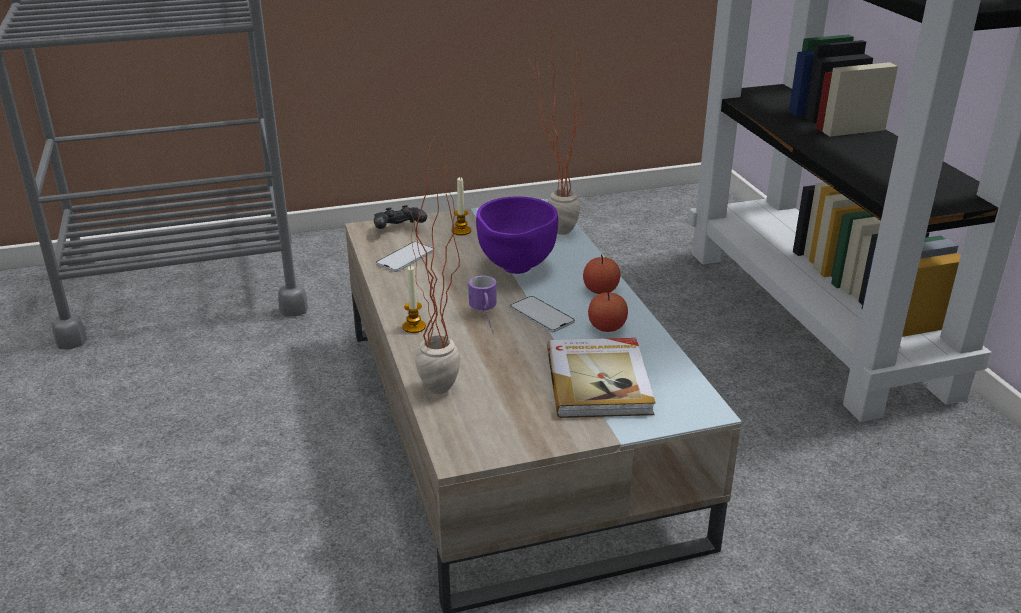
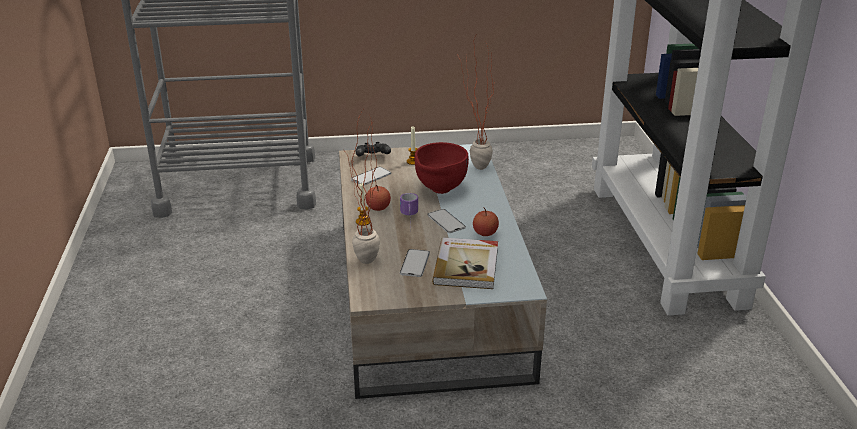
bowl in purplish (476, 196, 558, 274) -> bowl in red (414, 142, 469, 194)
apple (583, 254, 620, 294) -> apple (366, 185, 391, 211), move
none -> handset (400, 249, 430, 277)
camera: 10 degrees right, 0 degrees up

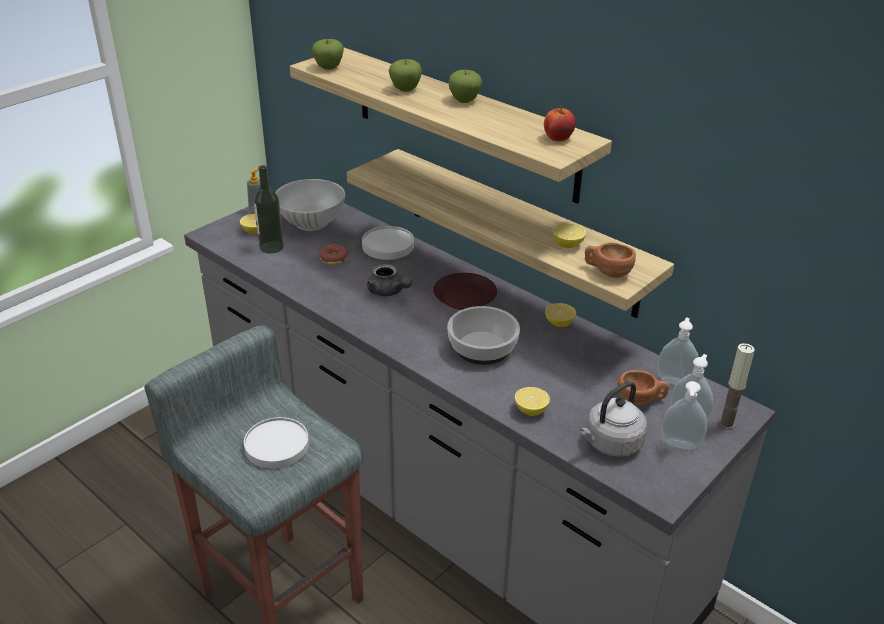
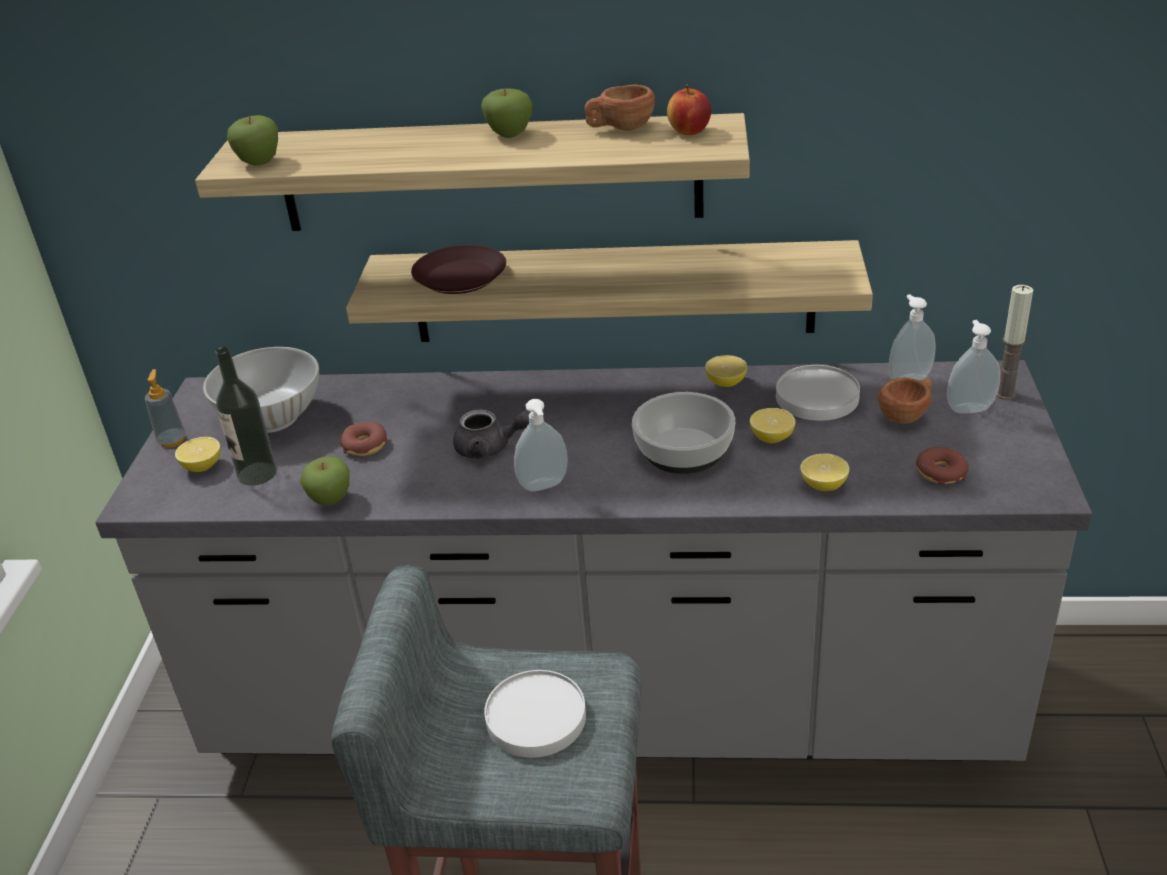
apple (389, 59, 422, 92) -> apple (300, 456, 350, 505), move
lemon (553, 223, 586, 248) -> lemon (750, 408, 796, 443), move
dinner plate in white (362, 226, 414, 260) -> dinner plate in white (776, 365, 860, 421), move
cup in brownish (585, 242, 636, 278) -> cup in brownish (584, 85, 655, 131), move
dinner plate in brownish (433, 273, 497, 310) -> dinner plate in brownish (411, 245, 506, 294), move
water kettle in greyish (580, 381, 647, 457) -> doughnut (916, 447, 969, 484)
liquid soap bottle (661, 381, 707, 449) -> liquid soap bottle (514, 399, 568, 491), move
camera: 35 degrees left, 0 degrees up

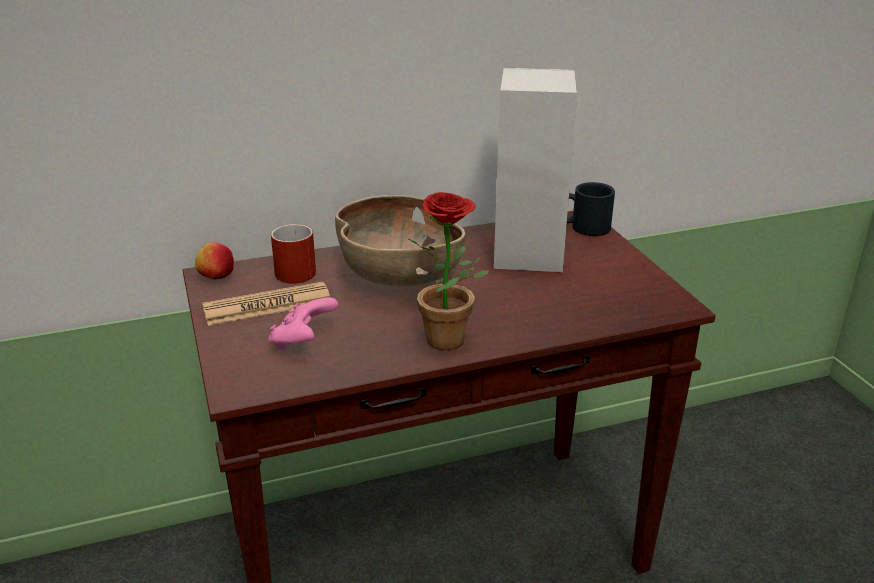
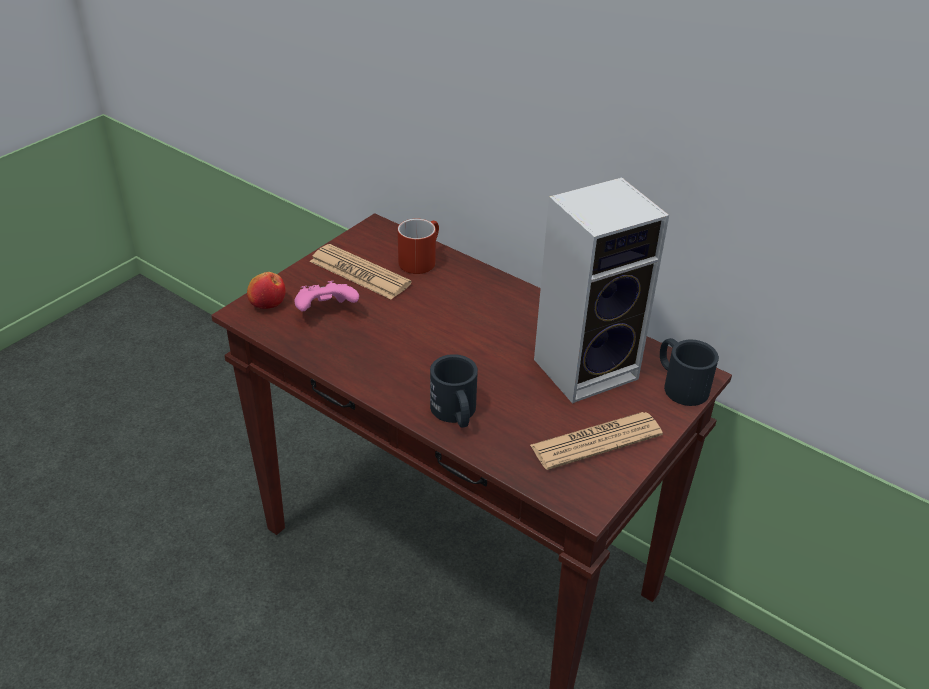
potted plant (409, 192, 489, 351) -> none
bowl in brownish (335, 195, 466, 287) -> none
apple (195, 242, 234, 279) -> apple (247, 272, 286, 309), move
none -> tea mug in black-coloured (430, 354, 478, 428)
none -> printed paper (530, 412, 663, 470)
camera: 55 degrees right, 10 degrees up

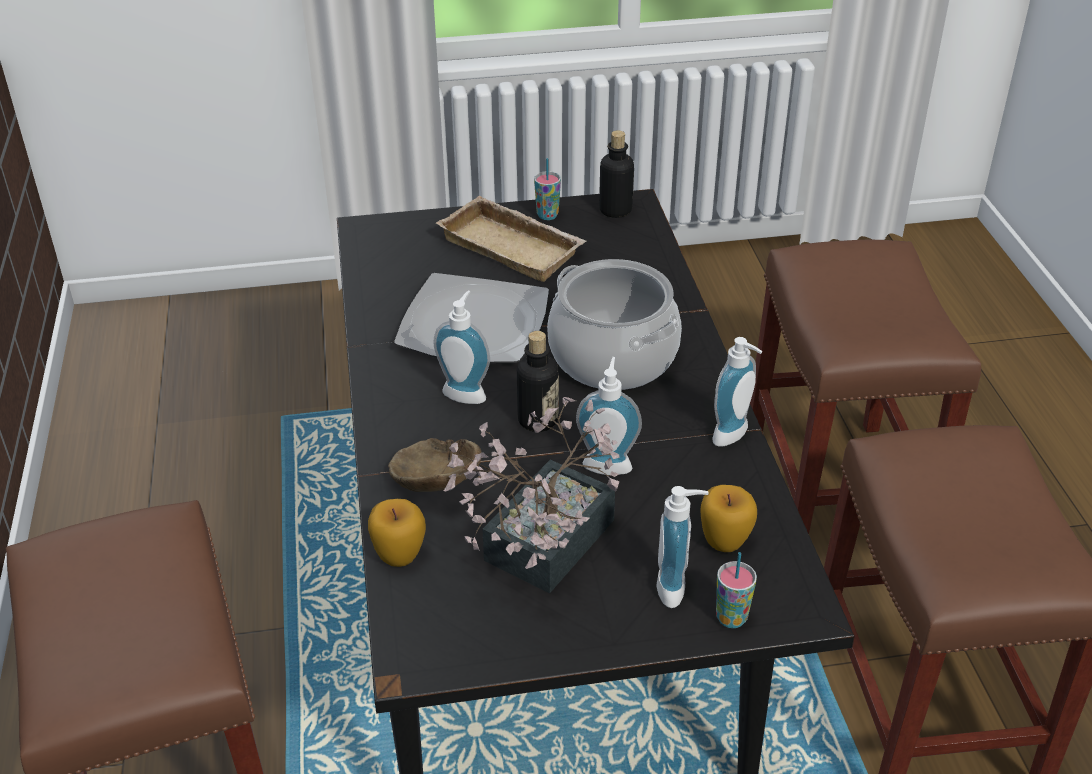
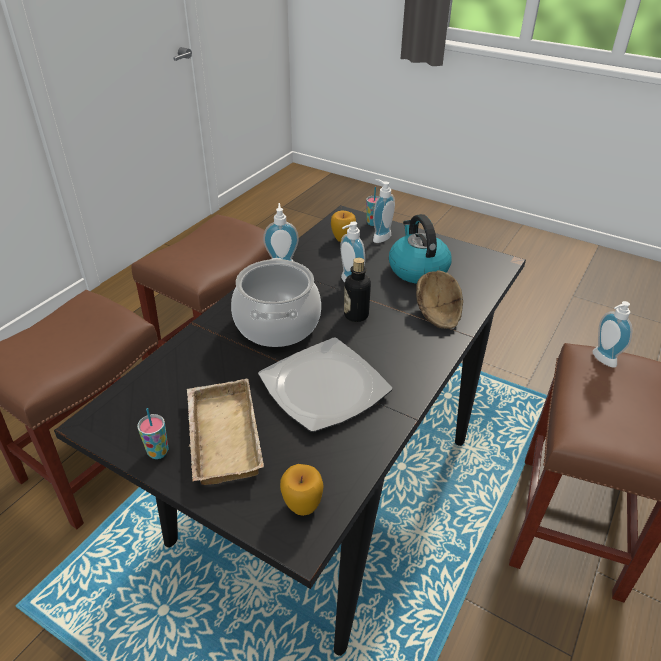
drink bottle (599, 130, 634, 218) -> none
liquid soap bottle (433, 291, 490, 404) -> liquid soap bottle (593, 301, 633, 368), move
potted plant (444, 397, 620, 594) -> water kettle (389, 214, 452, 284)
apple (368, 499, 426, 567) -> apple (280, 464, 323, 516), move
camera: 140 degrees left, 0 degrees up

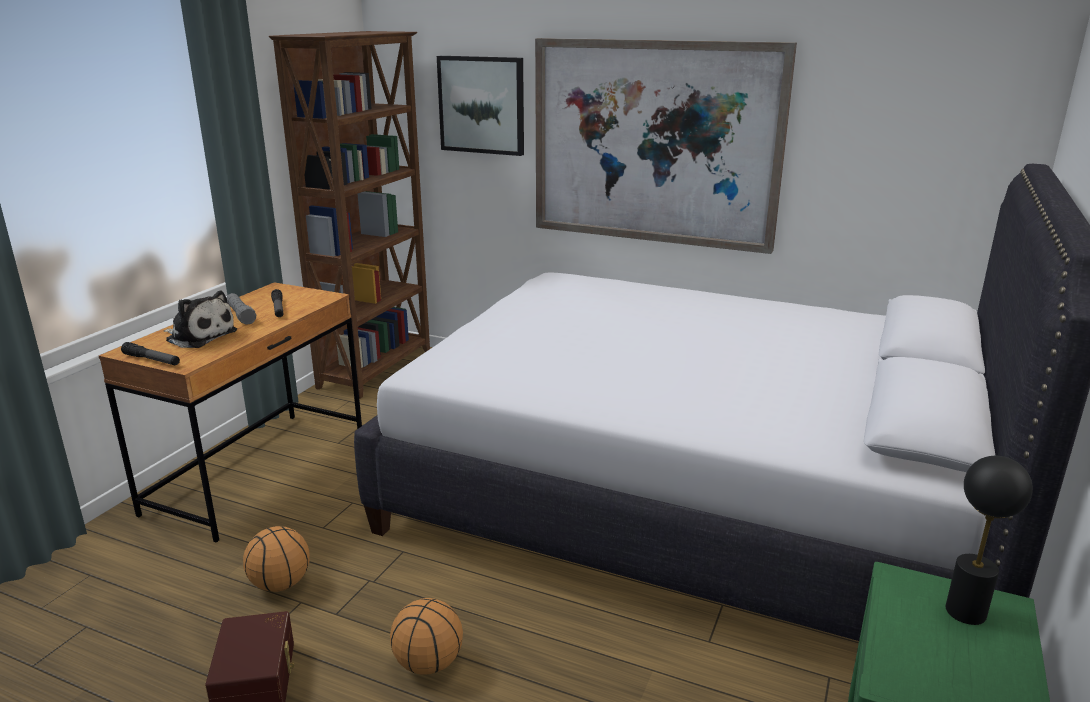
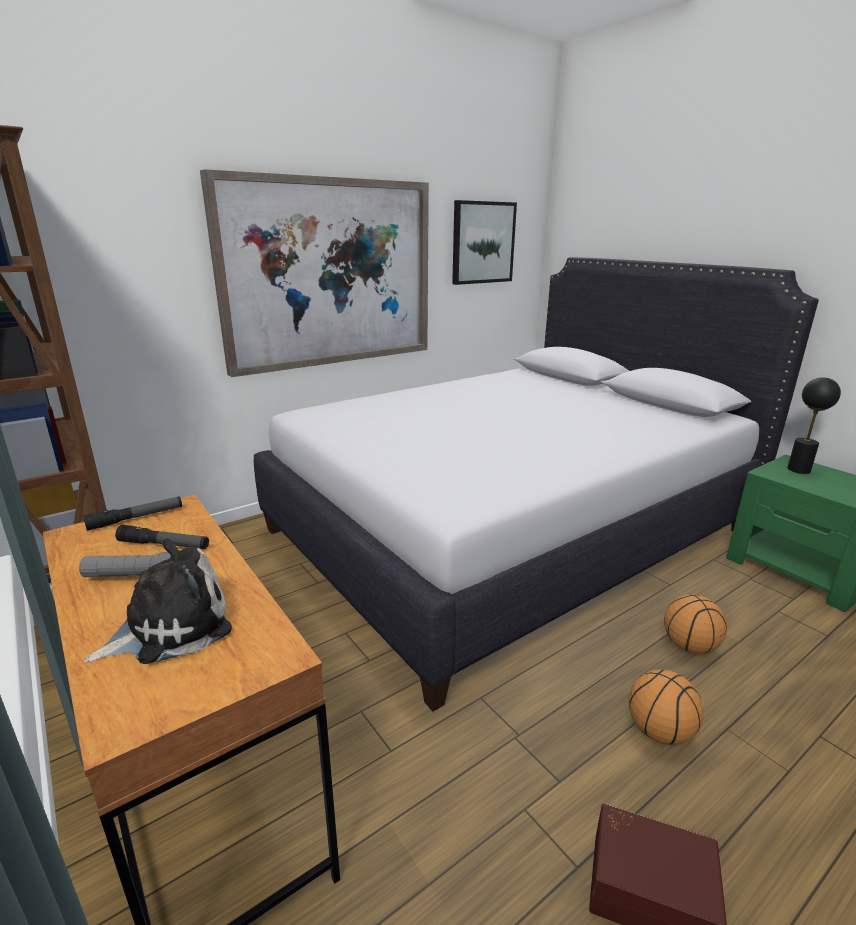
wall art (437, 56, 524, 156) -> wall art (452, 200, 517, 285), move
flashlight (121, 342, 180, 365) -> flashlight (83, 496, 182, 531), move
basketball (243, 526, 310, 592) -> basketball (664, 594, 727, 654), move
camera: 60 degrees left, 0 degrees up

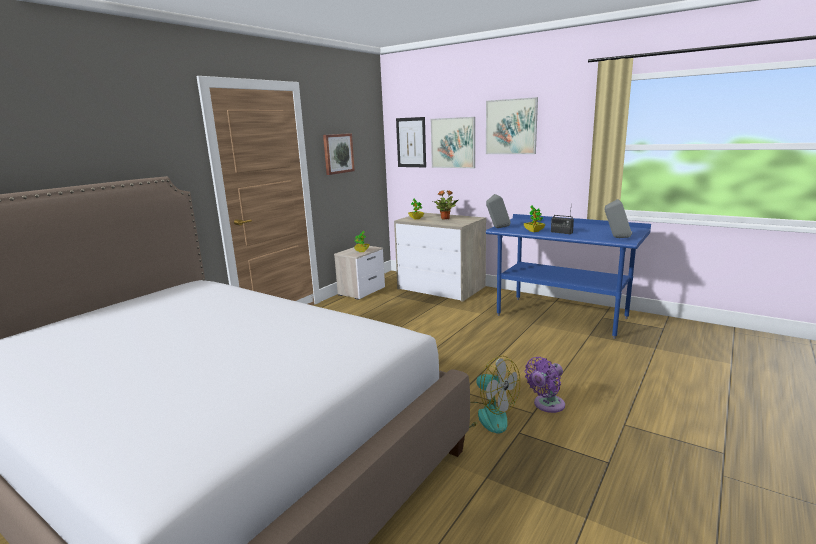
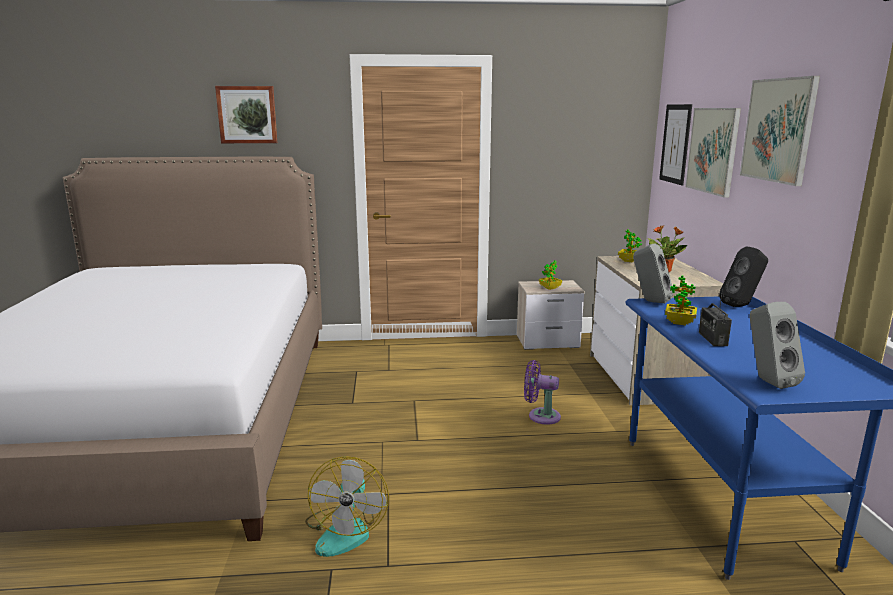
wall art (323, 133, 355, 175) -> wall art (215, 86, 277, 143), move
cooling fan in purplish (525, 357, 565, 413) -> cooling fan in purplish (524, 360, 561, 425), move
none -> loudspeaker in black-coloured (719, 246, 768, 307)
camera: 50 degrees right, 0 degrees up

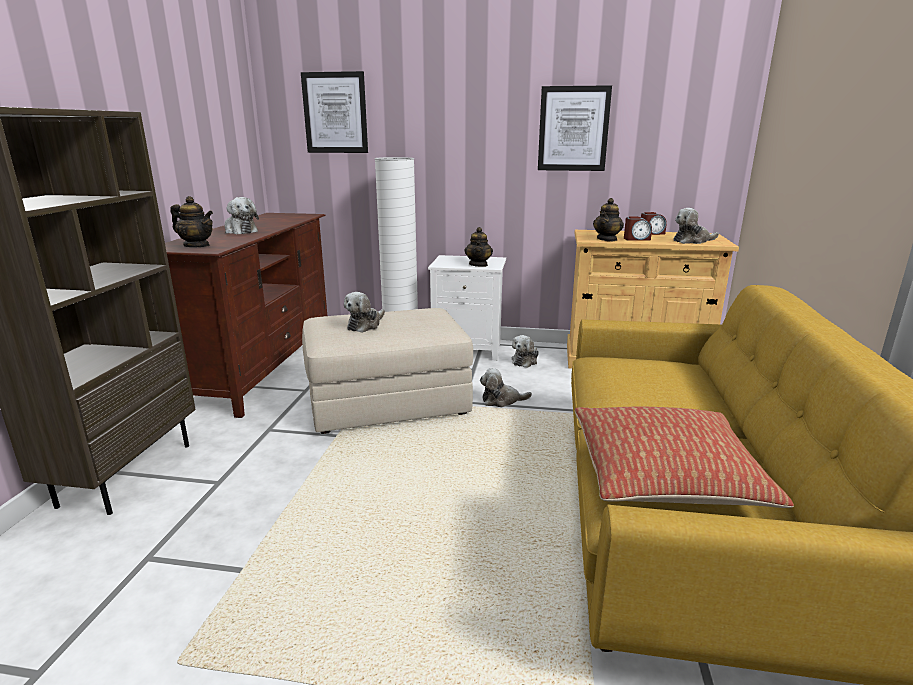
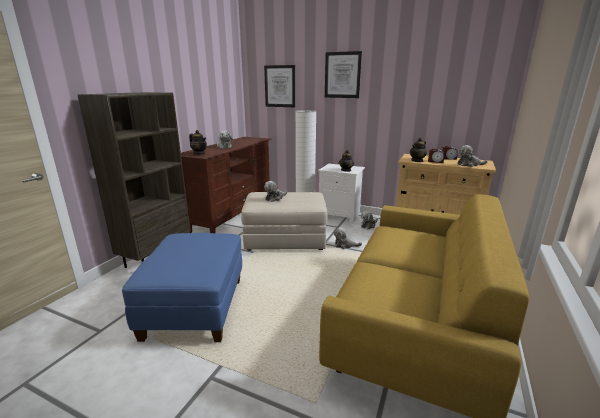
wall art (538, 85, 612, 171) -> wall art (325, 51, 362, 98), move
throw pillow (575, 407, 794, 508) -> none
none -> pouffe in blue-coloured (122, 233, 242, 342)
camera: 15 degrees right, 0 degrees up

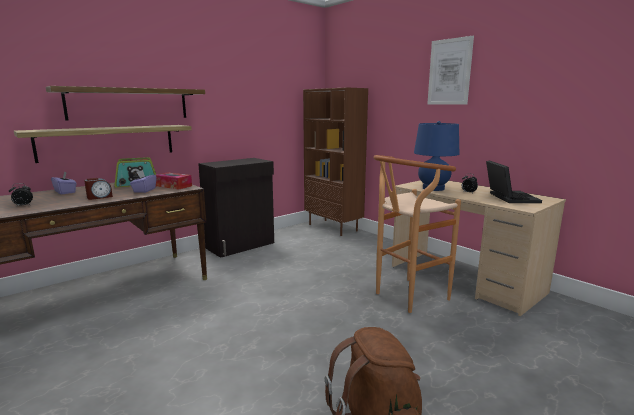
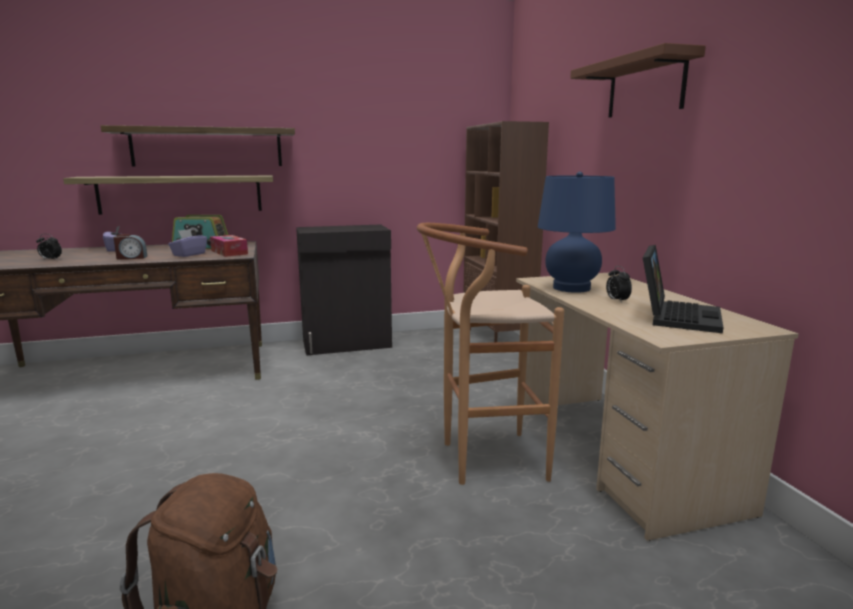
wall art (427, 36, 474, 105) -> shelf in brownish (570, 43, 706, 118)
camera: 25 degrees right, 0 degrees up

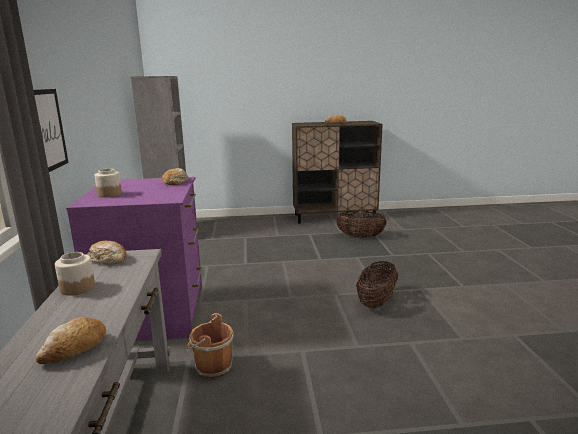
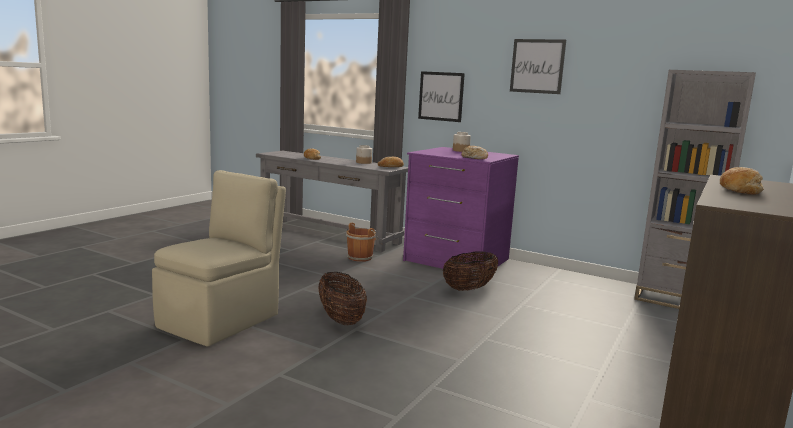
storage basket (336, 211, 387, 237) -> storage basket (443, 252, 498, 291), move
none -> wall art (510, 39, 566, 94)
none -> chair in beige-coloured (152, 170, 286, 346)
camera: 125 degrees right, 5 degrees down

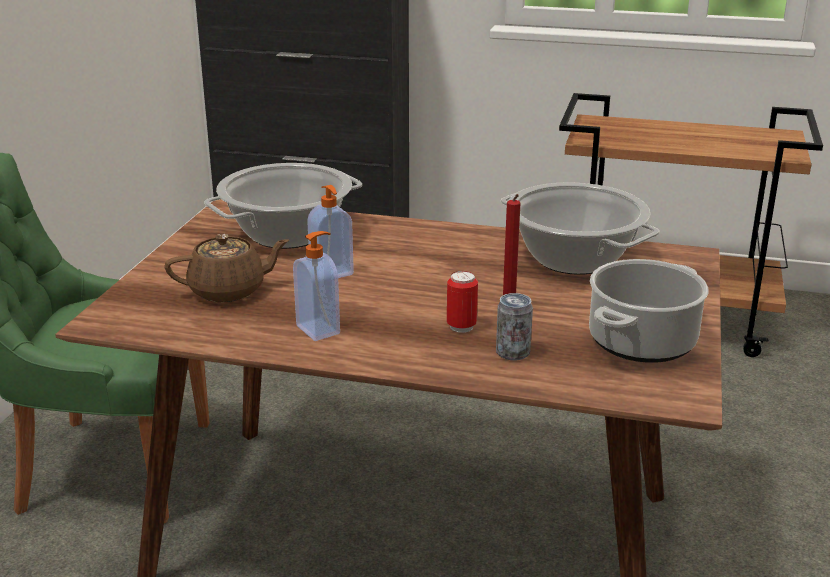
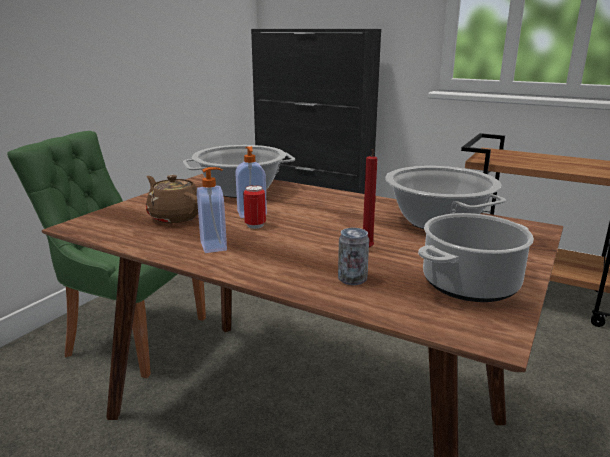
pot for tea in brownish (164, 234, 289, 302) -> pot for tea in brownish (146, 175, 198, 224), 135 degrees counterclockwise
can (447, 271, 478, 333) -> can (243, 185, 266, 229), move
camera: 15 degrees right, 5 degrees down

